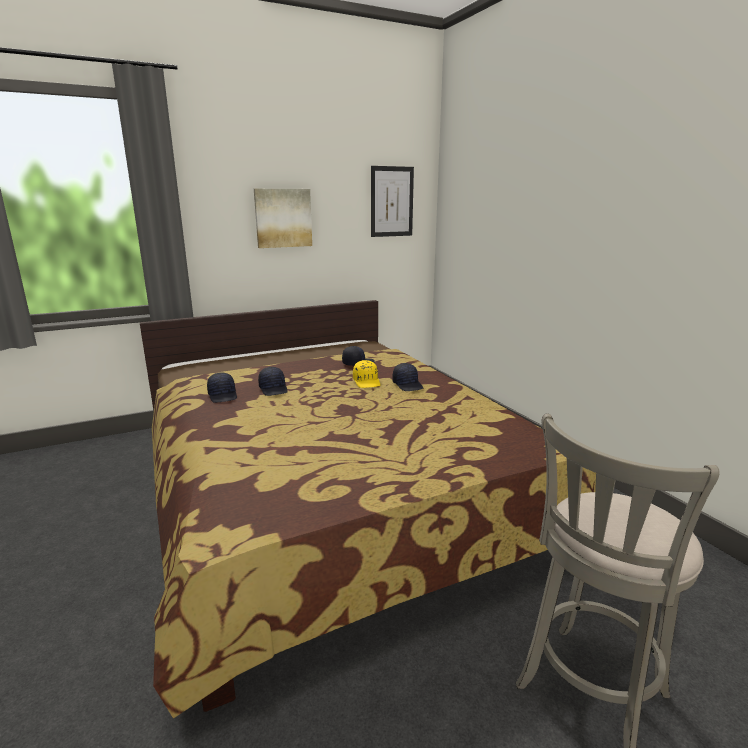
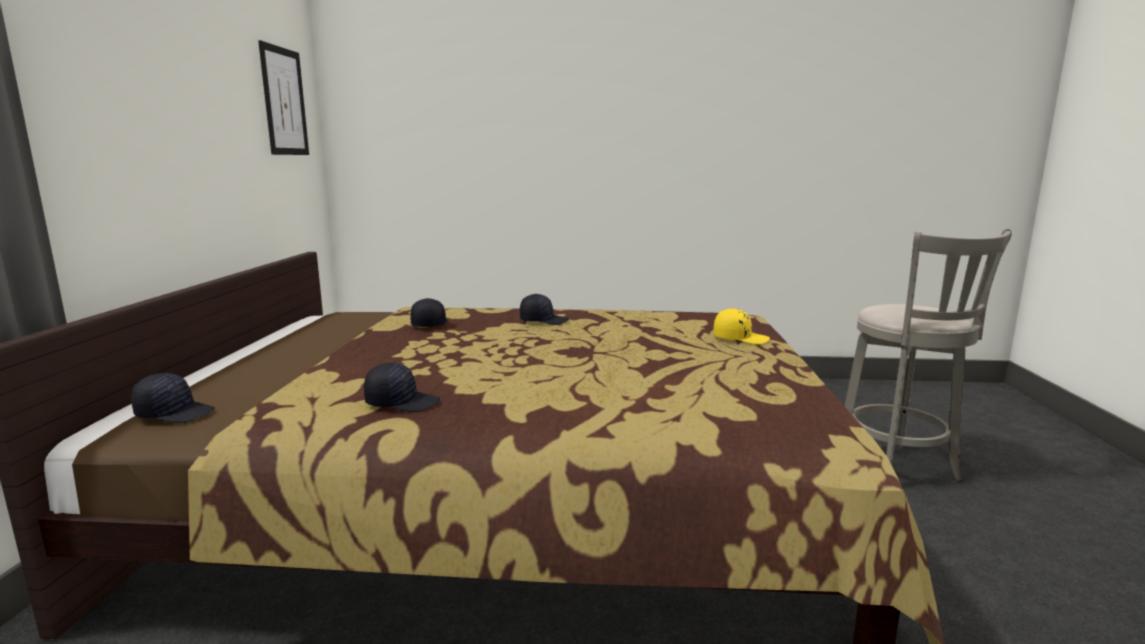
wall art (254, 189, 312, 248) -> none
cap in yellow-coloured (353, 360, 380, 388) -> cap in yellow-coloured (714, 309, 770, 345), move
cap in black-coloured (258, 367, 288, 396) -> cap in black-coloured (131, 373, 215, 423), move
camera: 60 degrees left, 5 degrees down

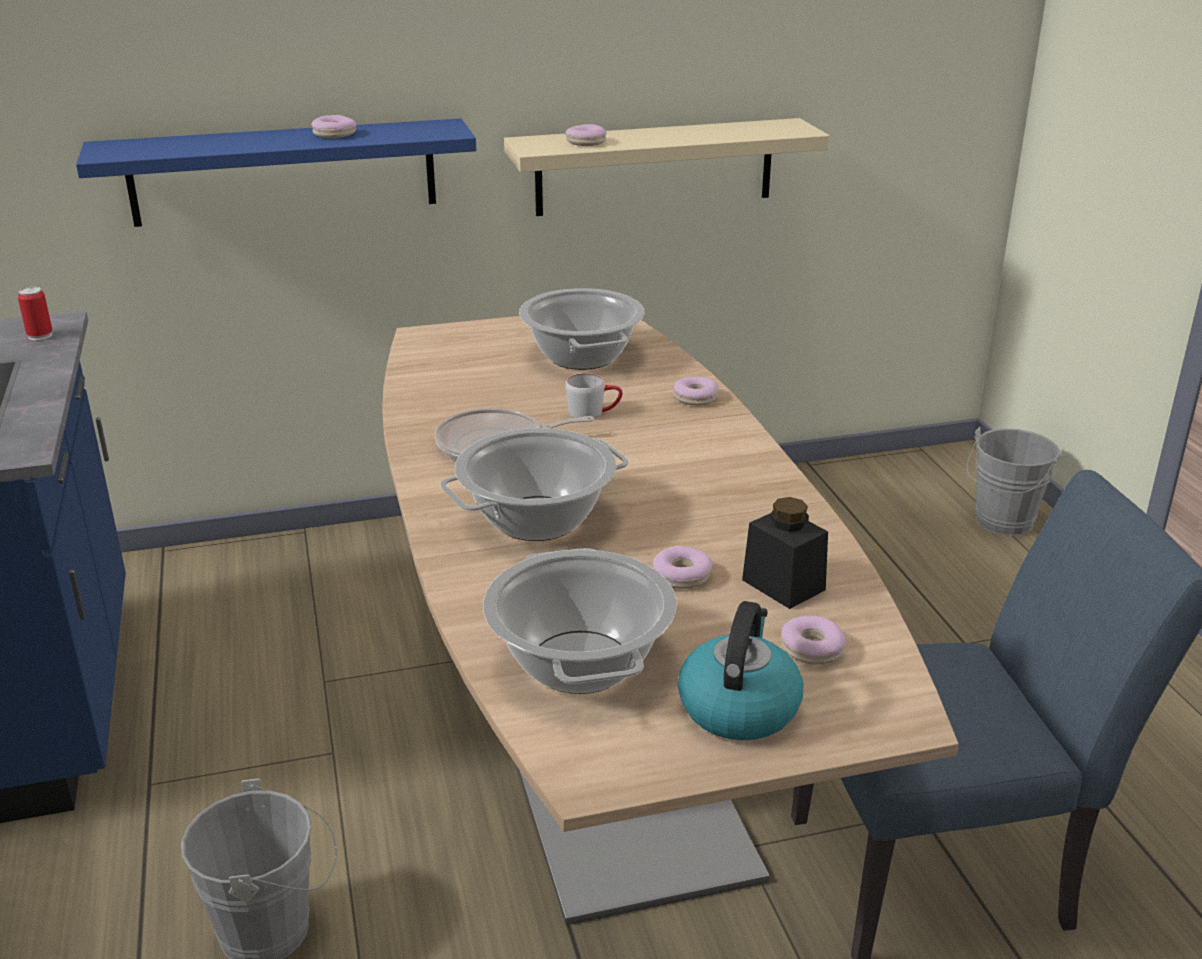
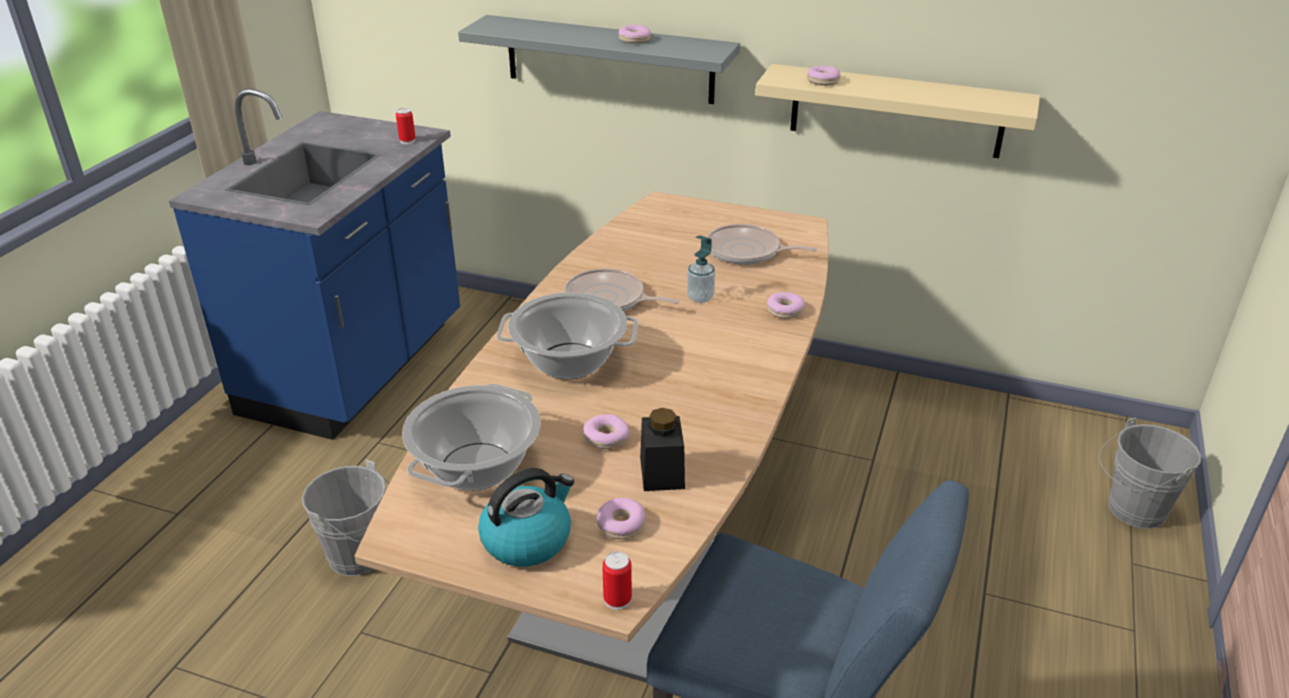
shelf in blue-coloured (76, 118, 476, 227) -> shelf in greyish (458, 15, 740, 104)
stockpot (519, 288, 645, 370) -> frying pan (707, 224, 817, 265)
tea mug in greyish (566, 373, 623, 419) -> liquid soap bottle (687, 235, 715, 303)
none -> can (602, 551, 632, 610)
camera: 35 degrees right, 5 degrees up

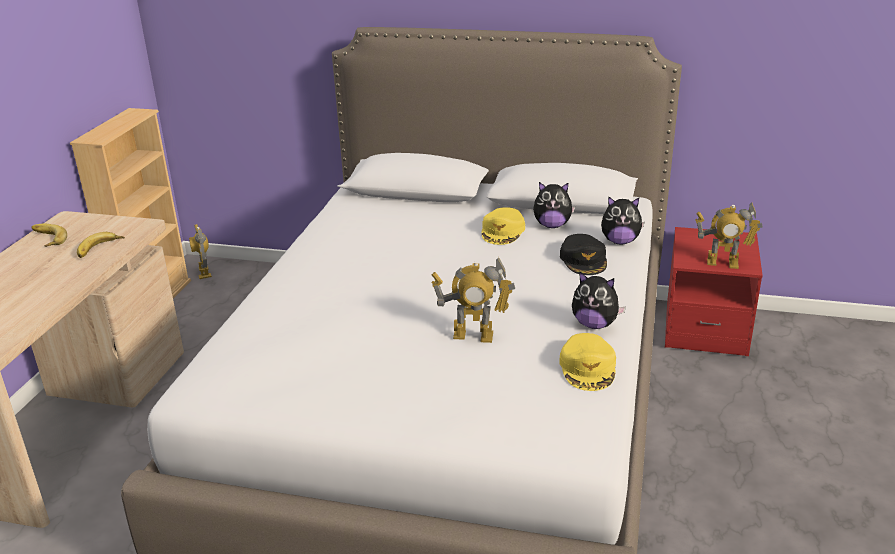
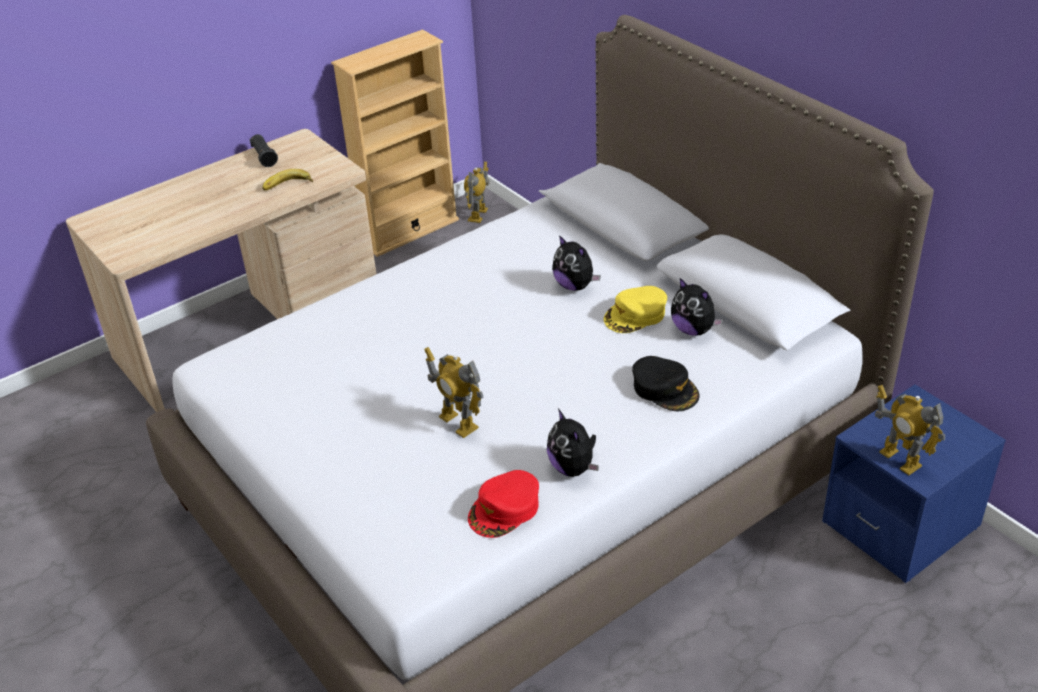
soft toy (601, 196, 644, 245) -> soft toy (552, 235, 601, 291), move
whole banana (31, 223, 67, 247) -> flashlight in black-coloured (250, 134, 278, 167)
night table in red (665, 227, 763, 356) -> night table in blue-coloured (822, 384, 1006, 583)
cap in black-coloured (560, 234, 607, 275) -> cap in black-coloured (632, 356, 700, 411), 75 degrees counterclockwise
cap in yellow-coloured (559, 333, 616, 391) -> cap in red (468, 470, 539, 538)
camera: 40 degrees right, 10 degrees up

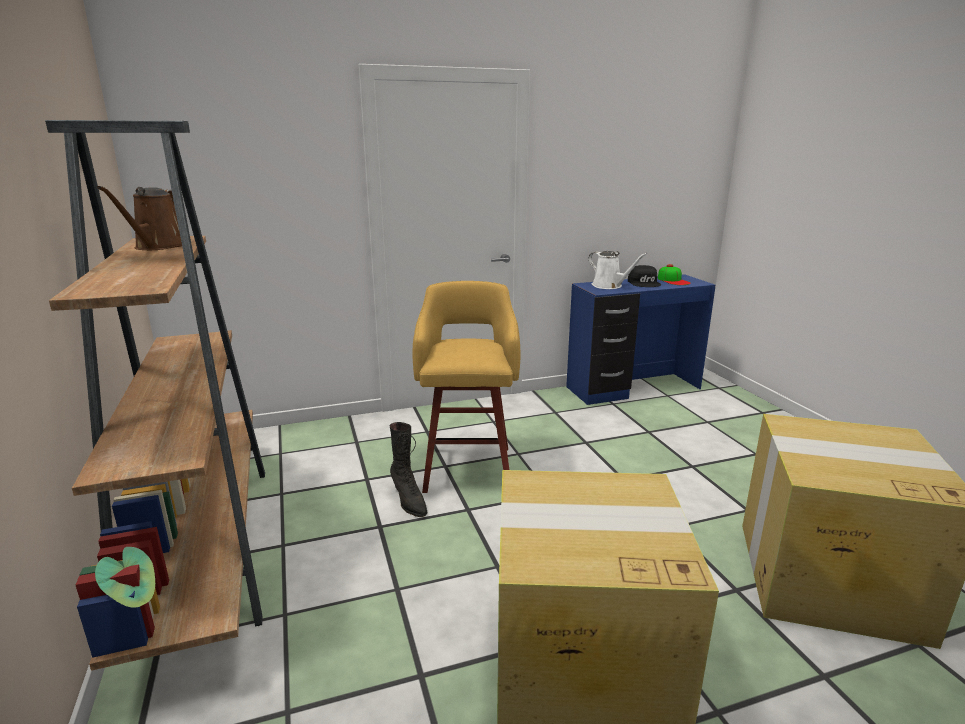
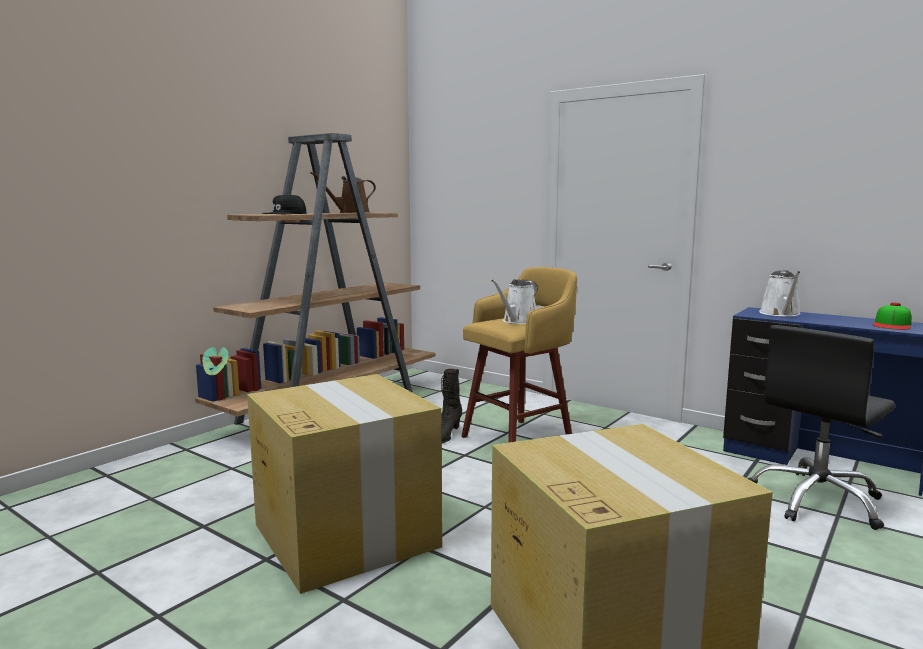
cap in black-coloured (628, 265, 661, 287) -> cap in black-coloured (262, 194, 306, 214), move
none -> watering can in white (491, 279, 537, 324)
none -> desk chair in black-coloured (748, 325, 895, 530)
camera: 55 degrees right, 10 degrees down

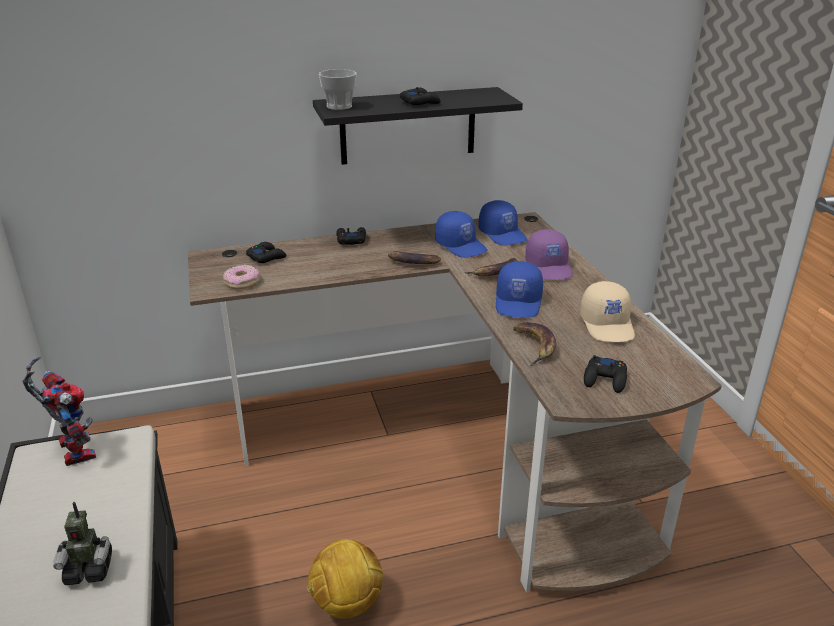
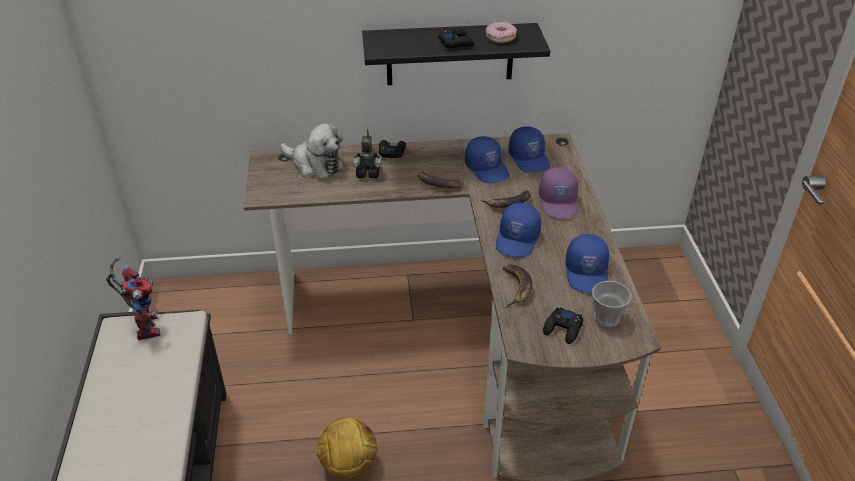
cup (319, 69, 357, 110) -> cup (592, 281, 631, 327), move
joypad in black-coloured (246, 242, 286, 263) -> soft toy (280, 123, 344, 178)
doughnut (223, 265, 260, 289) -> doughnut (486, 22, 517, 43), move
cap in beige-coloured (580, 281, 635, 342) -> cap in blue-coloured (566, 234, 609, 293)
robot figure (53, 502, 112, 585) -> robot figure (353, 129, 382, 178), move
camera: 10 degrees right, 10 degrees up

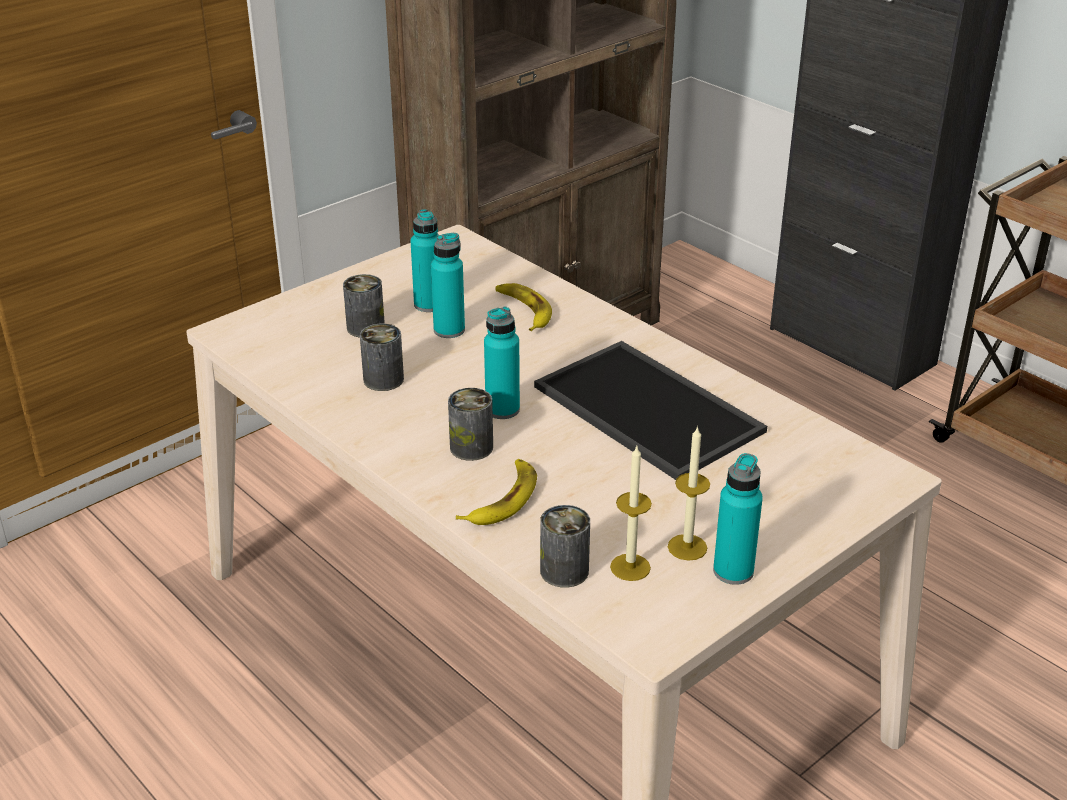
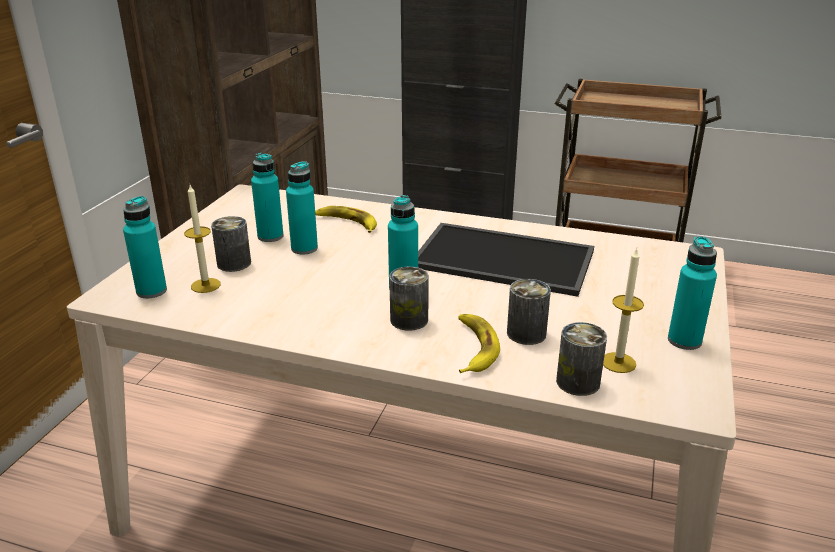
can (360, 324, 404, 391) -> can (507, 279, 551, 345), move
wax candle (668, 426, 710, 561) -> wax candle (184, 185, 221, 293), move
none -> drink bottle in turquoise-coloured (123, 196, 167, 298)
camera: 30 degrees left, 5 degrees down

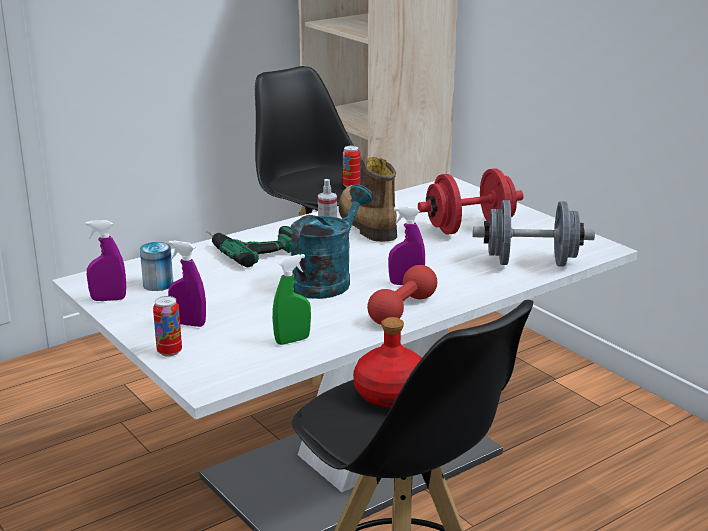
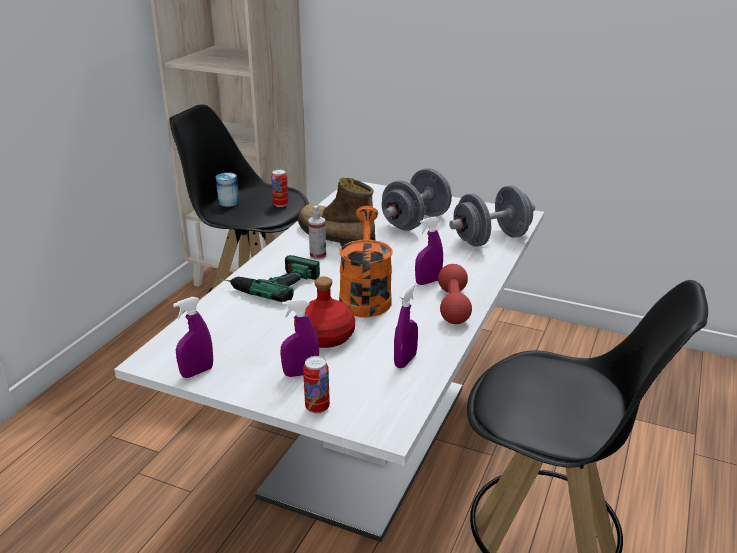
dumbbell in red (418, 168, 524, 235) -> dumbbell in greyish (382, 168, 452, 231)
watering can in turquoise-coloured (291, 184, 373, 299) -> watering can in orange (339, 206, 393, 317)
can (140, 242, 174, 291) -> can (216, 173, 239, 207), move
hand sprayer in green (273, 254, 311, 345) -> hand sprayer in purplish (394, 283, 418, 368)
drink bottle in red (353, 317, 422, 407) -> drink bottle in red (294, 277, 355, 348), move
camera: 30 degrees left, 5 degrees up

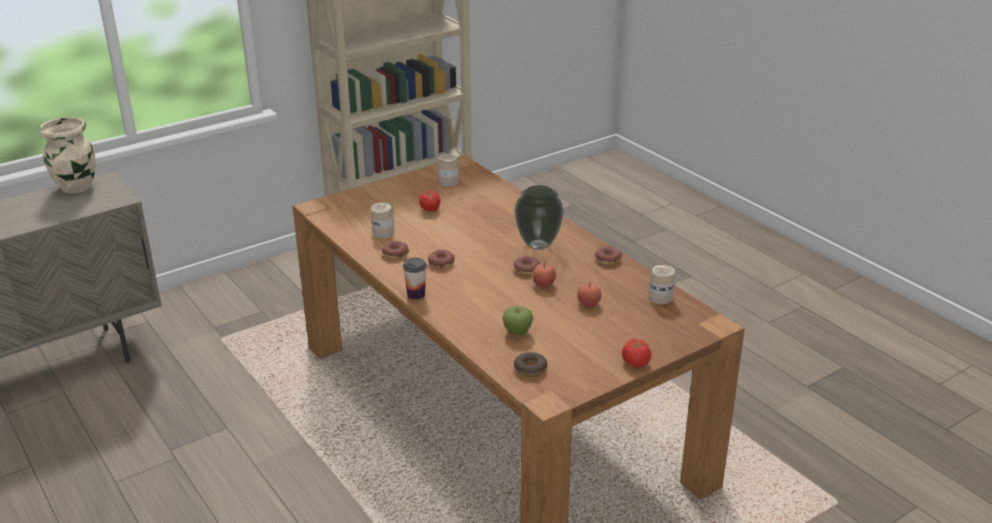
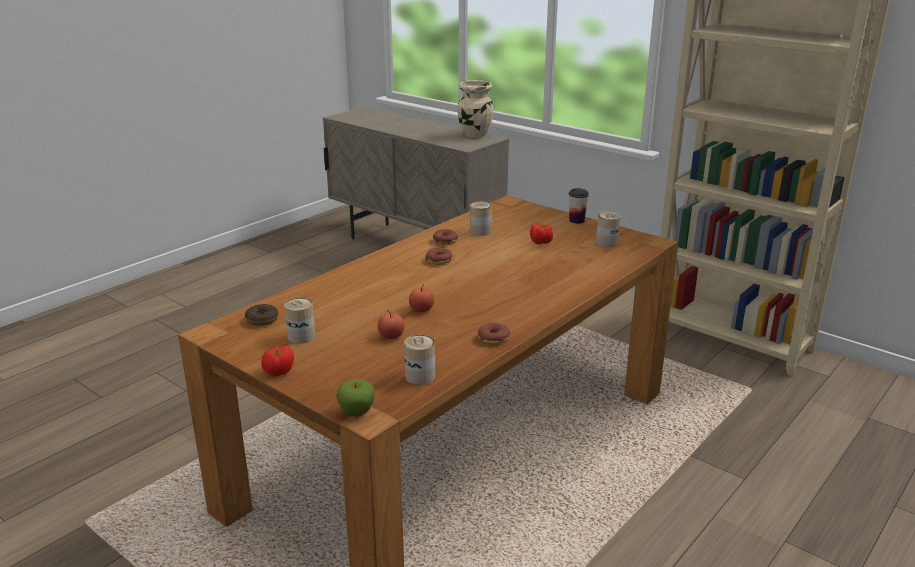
vase (515, 185, 564, 250) -> none
doughnut (513, 256, 540, 275) -> none
cup (403, 258, 427, 300) -> cup (569, 188, 589, 224), move
apple (502, 306, 533, 335) -> apple (336, 379, 375, 417), move
none -> can (284, 298, 315, 343)
camera: 75 degrees right, 5 degrees down

